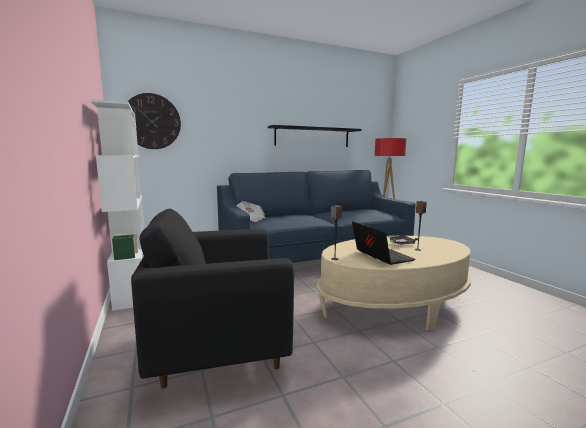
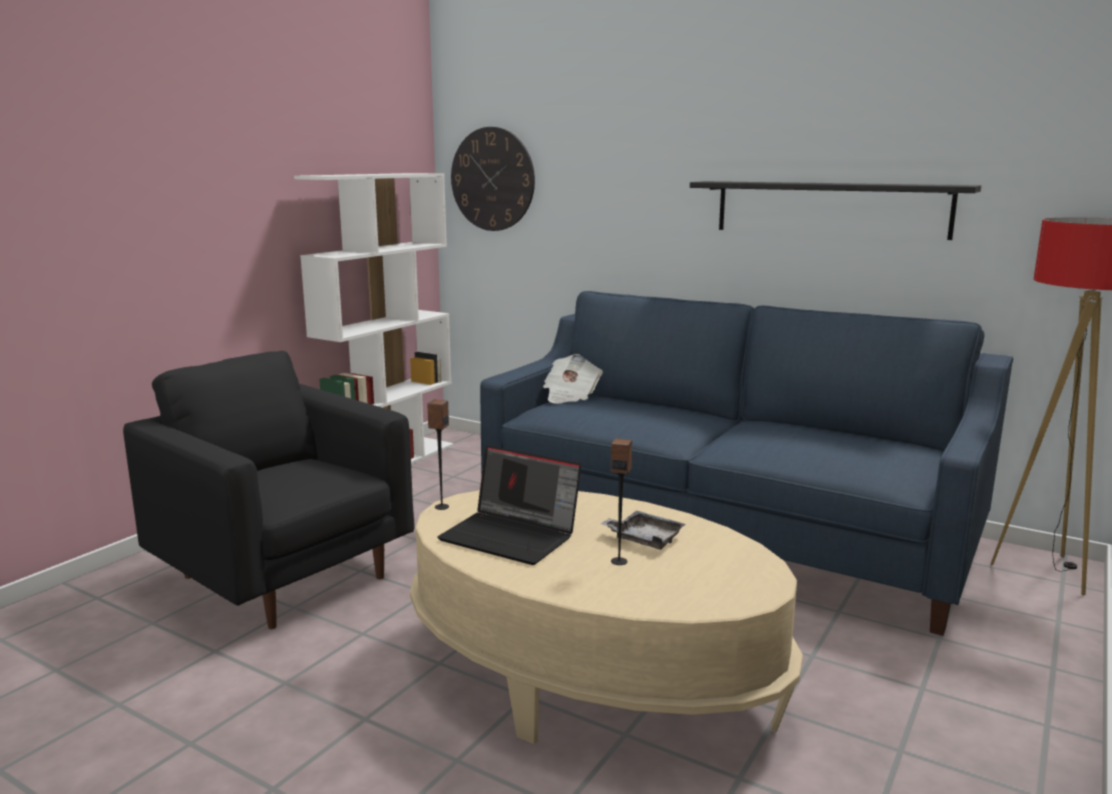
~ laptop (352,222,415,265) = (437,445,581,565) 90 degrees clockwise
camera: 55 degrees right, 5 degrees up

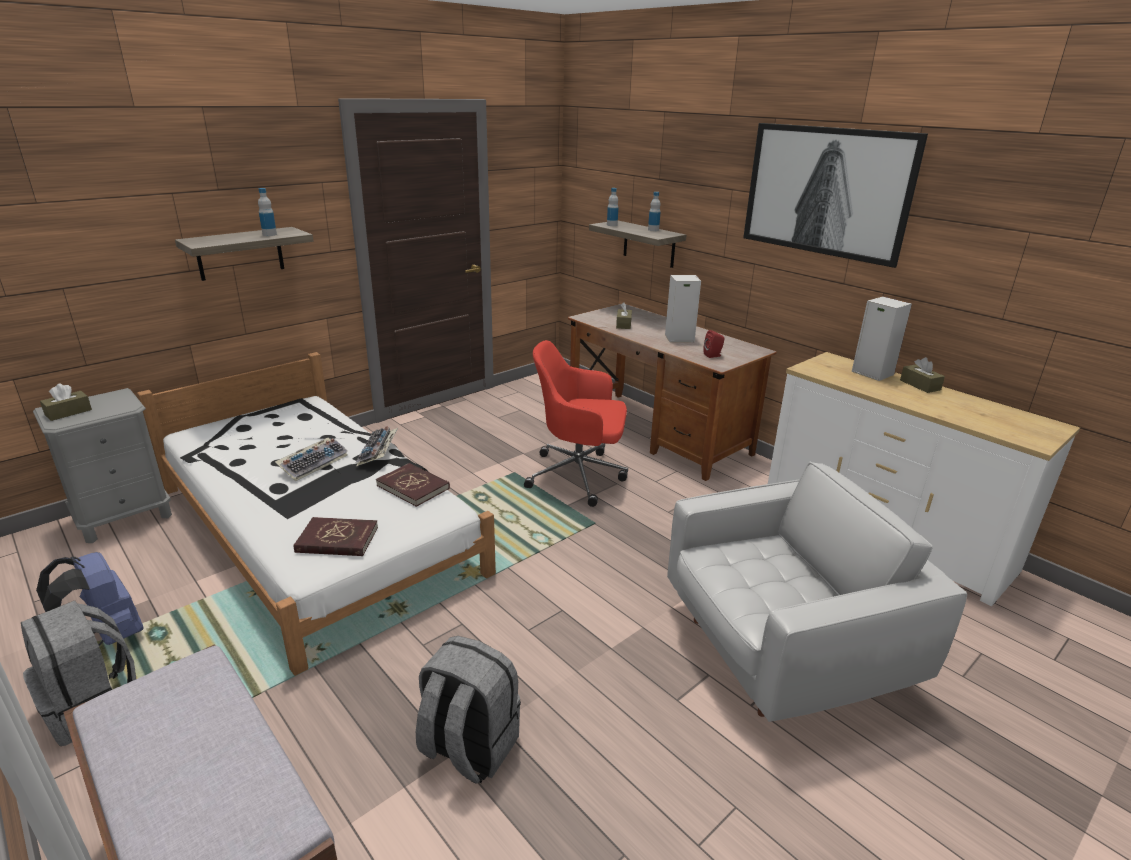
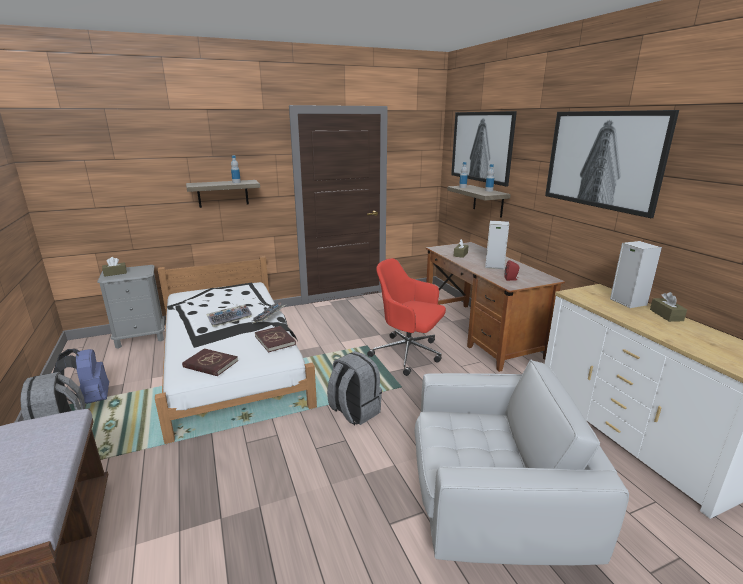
+ wall picture (451,111,517,187)
~ rucksack in greyish (416,636,521,784) to (327,351,382,426)
camera: 20 degrees right, 5 degrees down

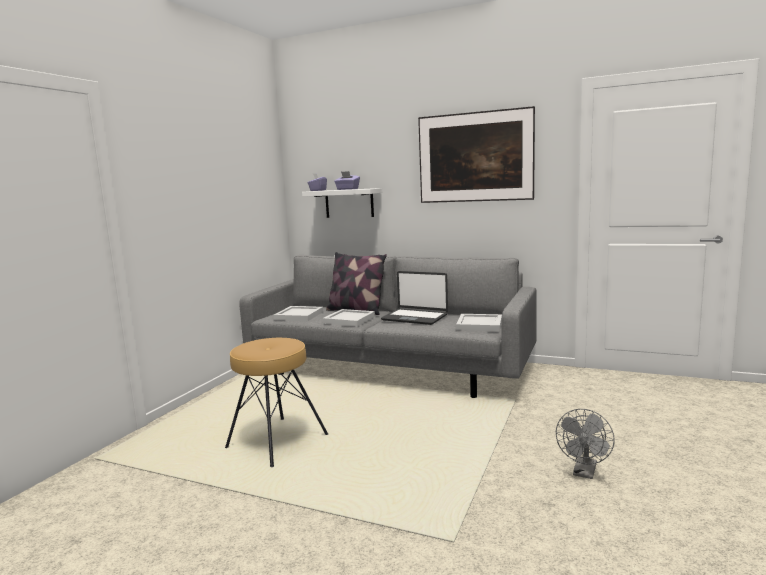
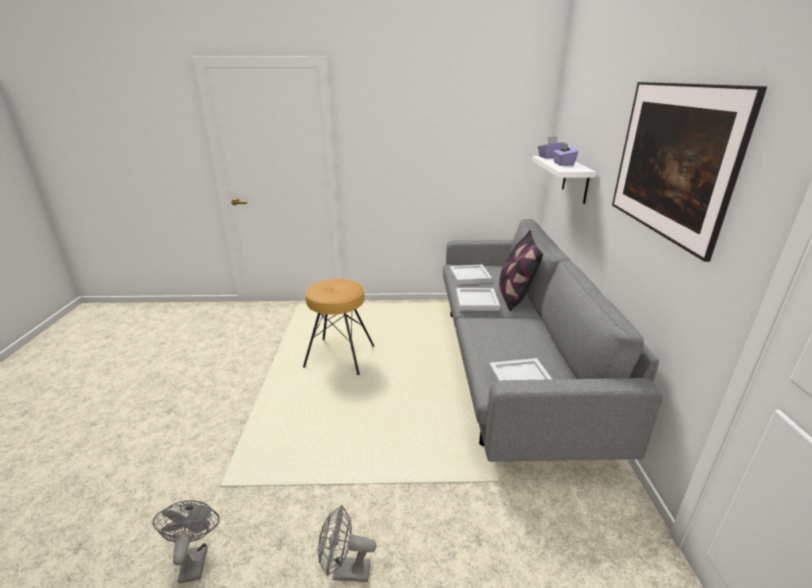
- laptop (381,271,448,325)
+ cooling fan in greyish (153,500,220,584)
camera: 65 degrees right, 15 degrees up

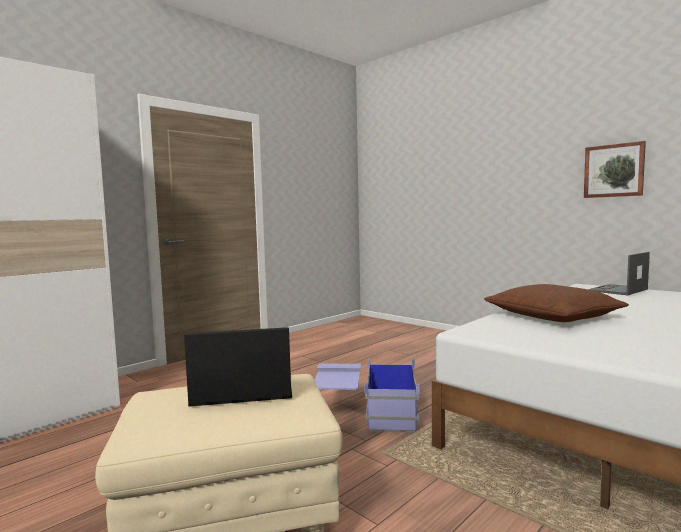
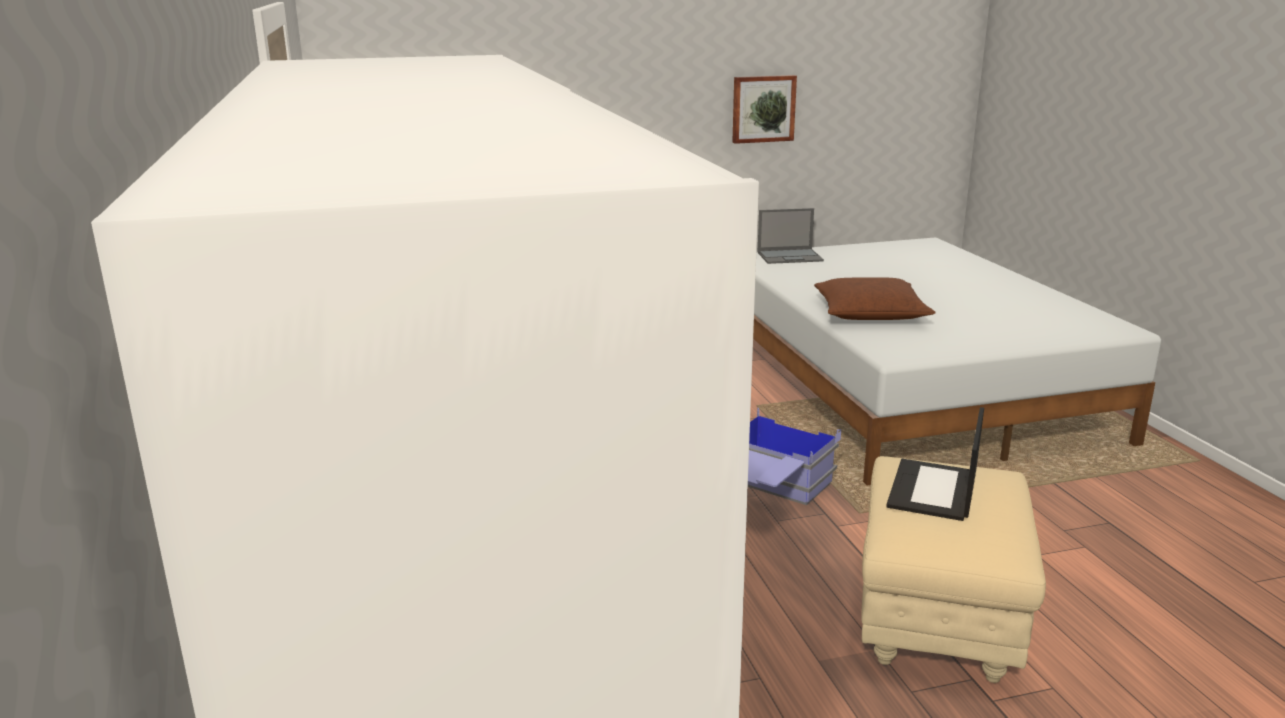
~ laptop (588,252,650,295) = (757,208,824,264) 90 degrees counterclockwise
camera: 60 degrees left, 15 degrees up

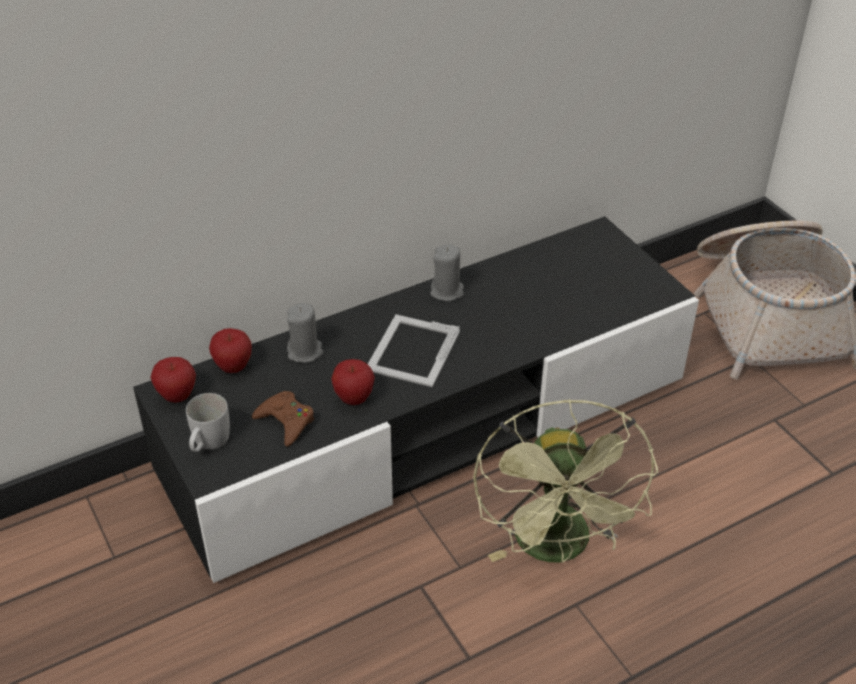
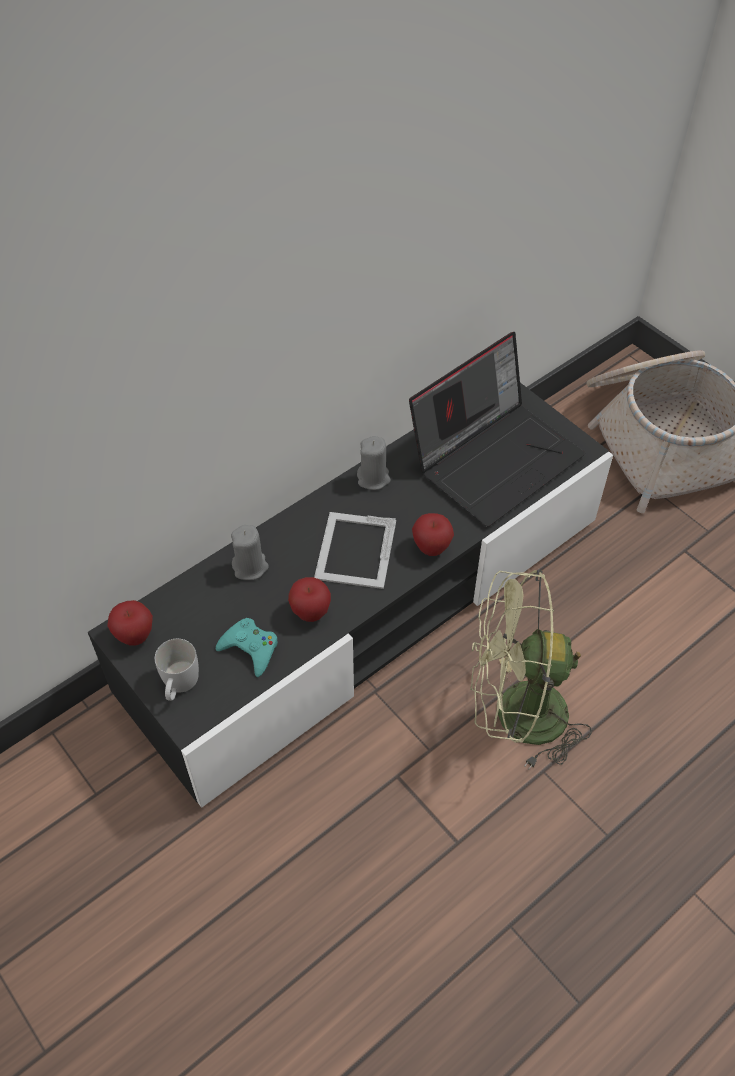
+ laptop (409,332,585,527)
~ whole apple (209,328,252,373) to (412,513,454,556)
~ joypad in brown-coloured (252,391,314,447) to joypad in turquoise-coloured (216,618,278,677)
~ cooling fan in green (473,399,658,563) = (470,570,592,770) 105 degrees clockwise
camera: 10 degrees left, 10 degrees up

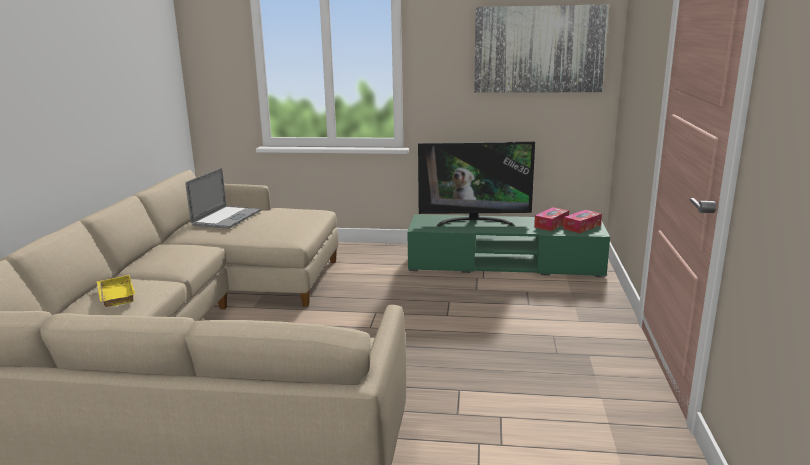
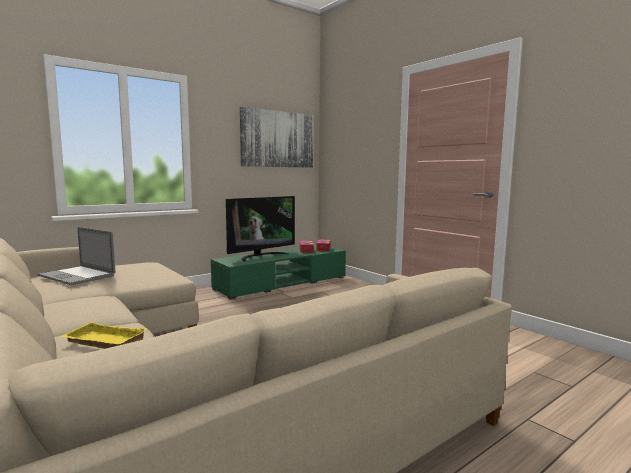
~ laptop (186,168,261,229) = (37,227,115,285) 150 degrees clockwise
camera: 45 degrees left, 10 degrees down

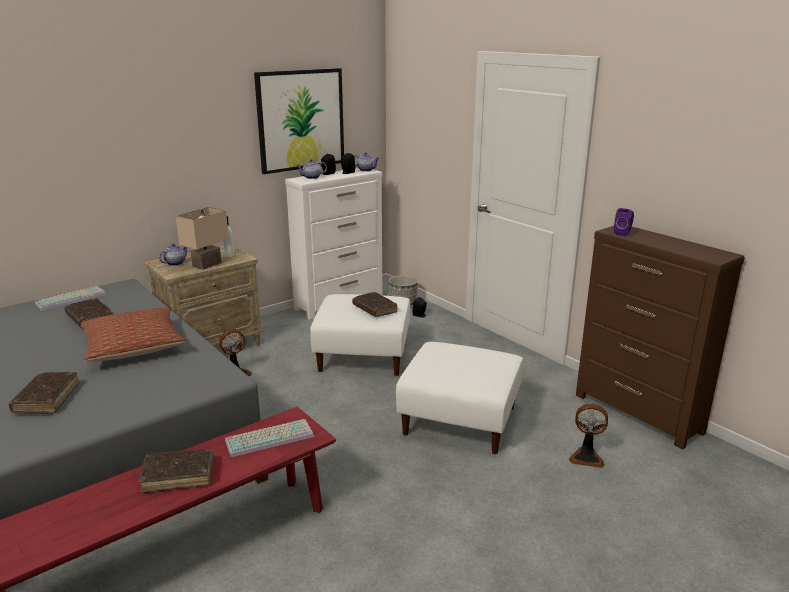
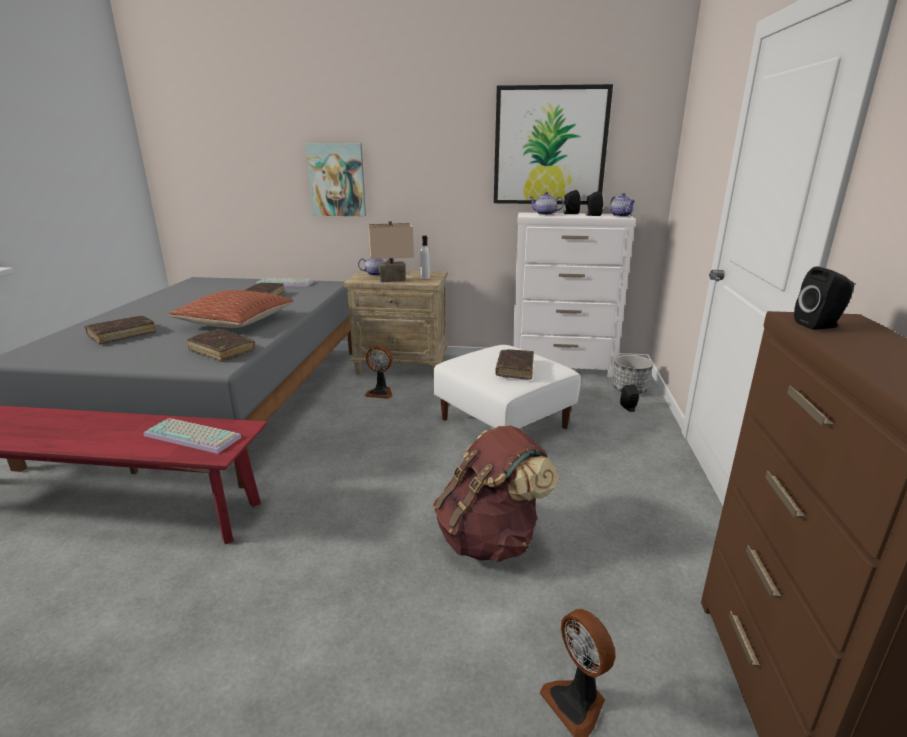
+ wall picture (305,143,366,216)
~ volume in brown-coloured (139,449,213,493) to (187,329,255,362)
~ ottoman in whitish (396,342,523,454) to rucksack in brown-coloured (433,425,559,562)
~ speaker in purple (614,208,634,236) to speaker in black (794,266,854,330)
camera: 45 degrees right, 0 degrees up

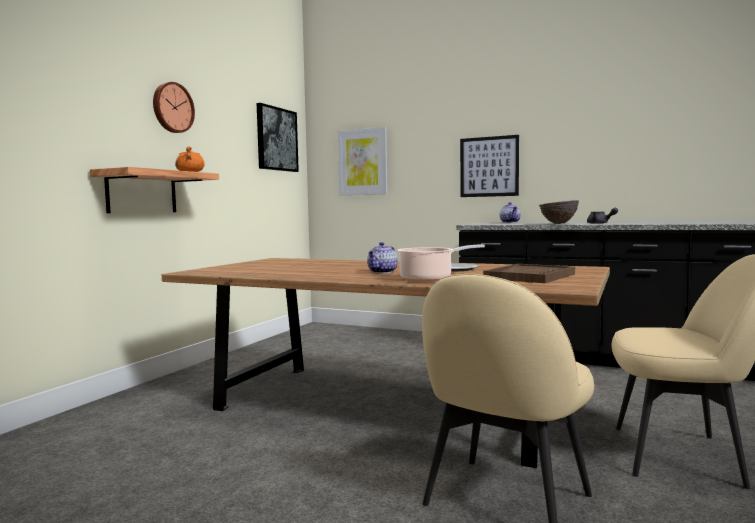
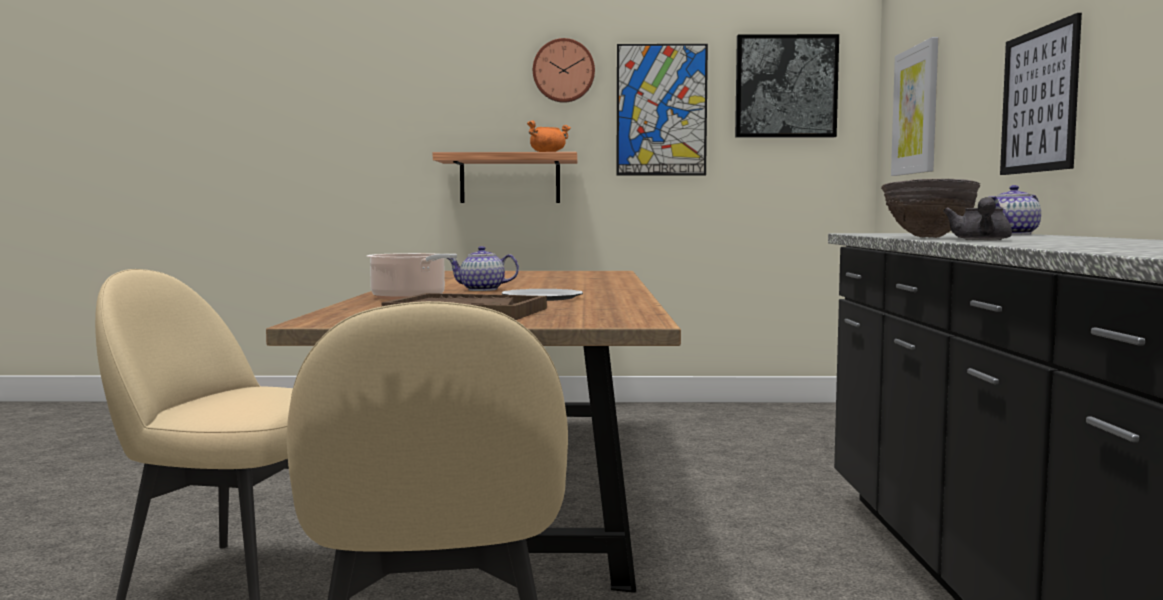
+ wall picture (616,44,708,176)
camera: 65 degrees right, 0 degrees up

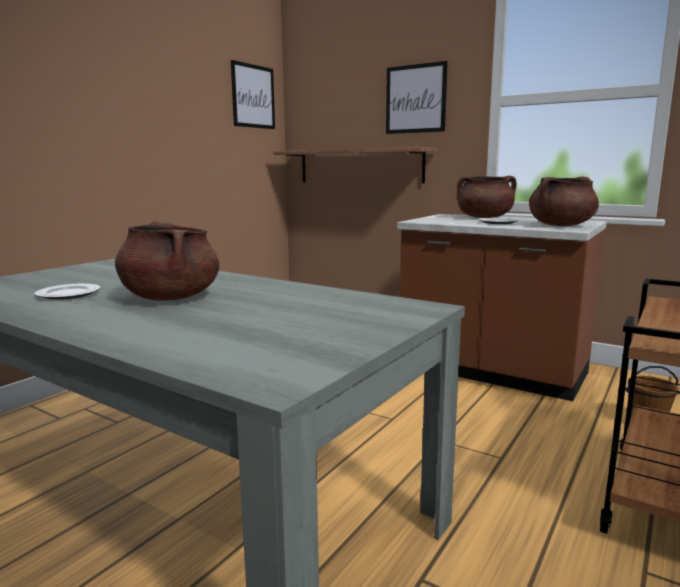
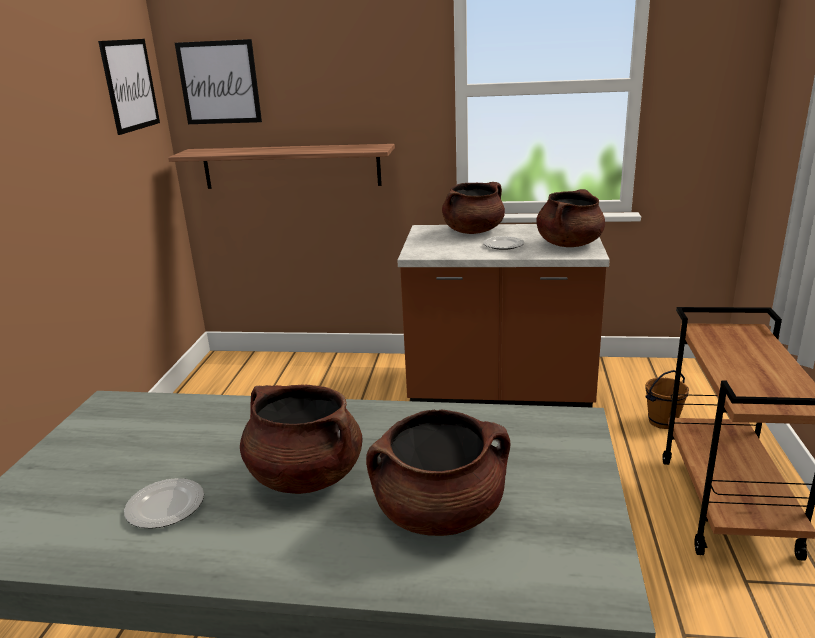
+ saucepot in brown-coloured (366,409,510,536)
~ wall picture (386,61,448,134) to (175,39,262,124)
camera: 25 degrees left, 10 degrees up

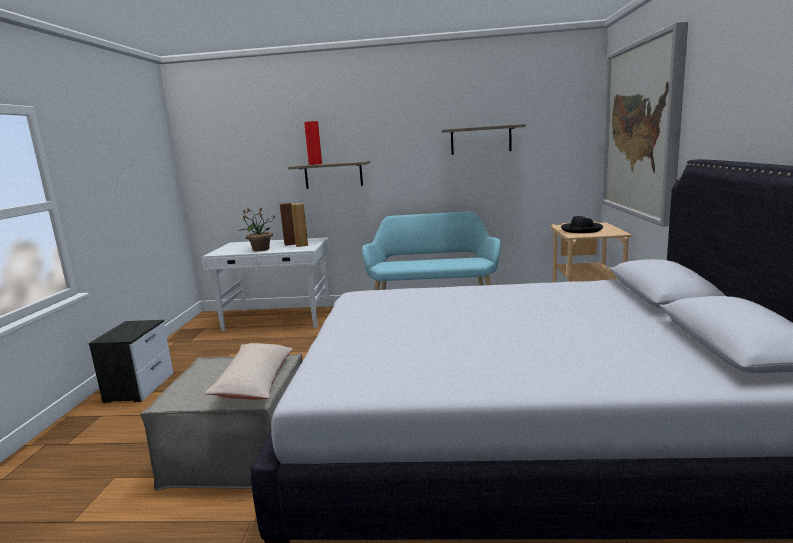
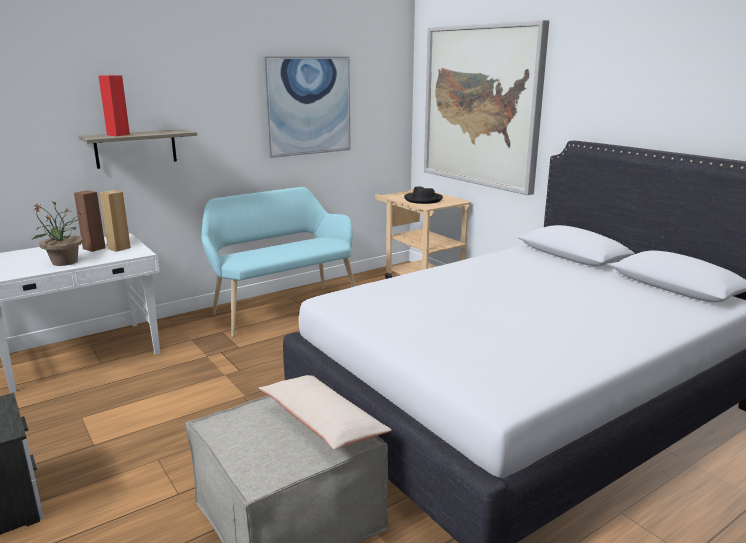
~ shelf (441,124,526,155) to wall picture (263,56,351,158)
camera: 40 degrees left, 5 degrees up

